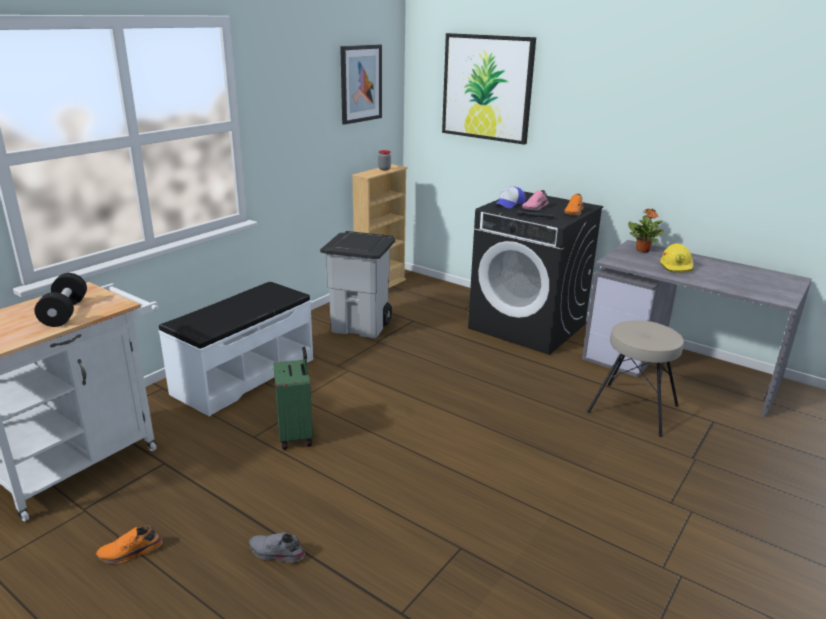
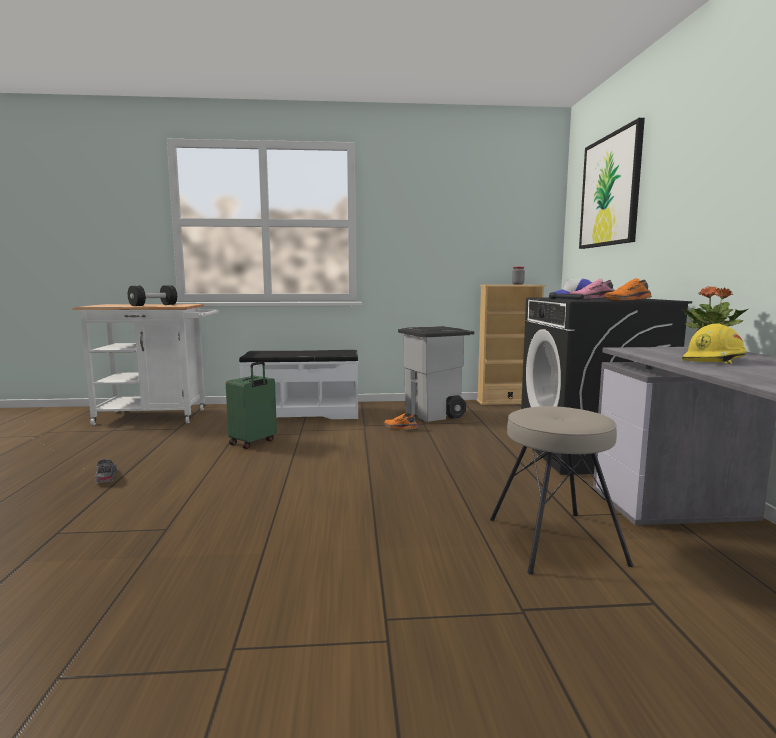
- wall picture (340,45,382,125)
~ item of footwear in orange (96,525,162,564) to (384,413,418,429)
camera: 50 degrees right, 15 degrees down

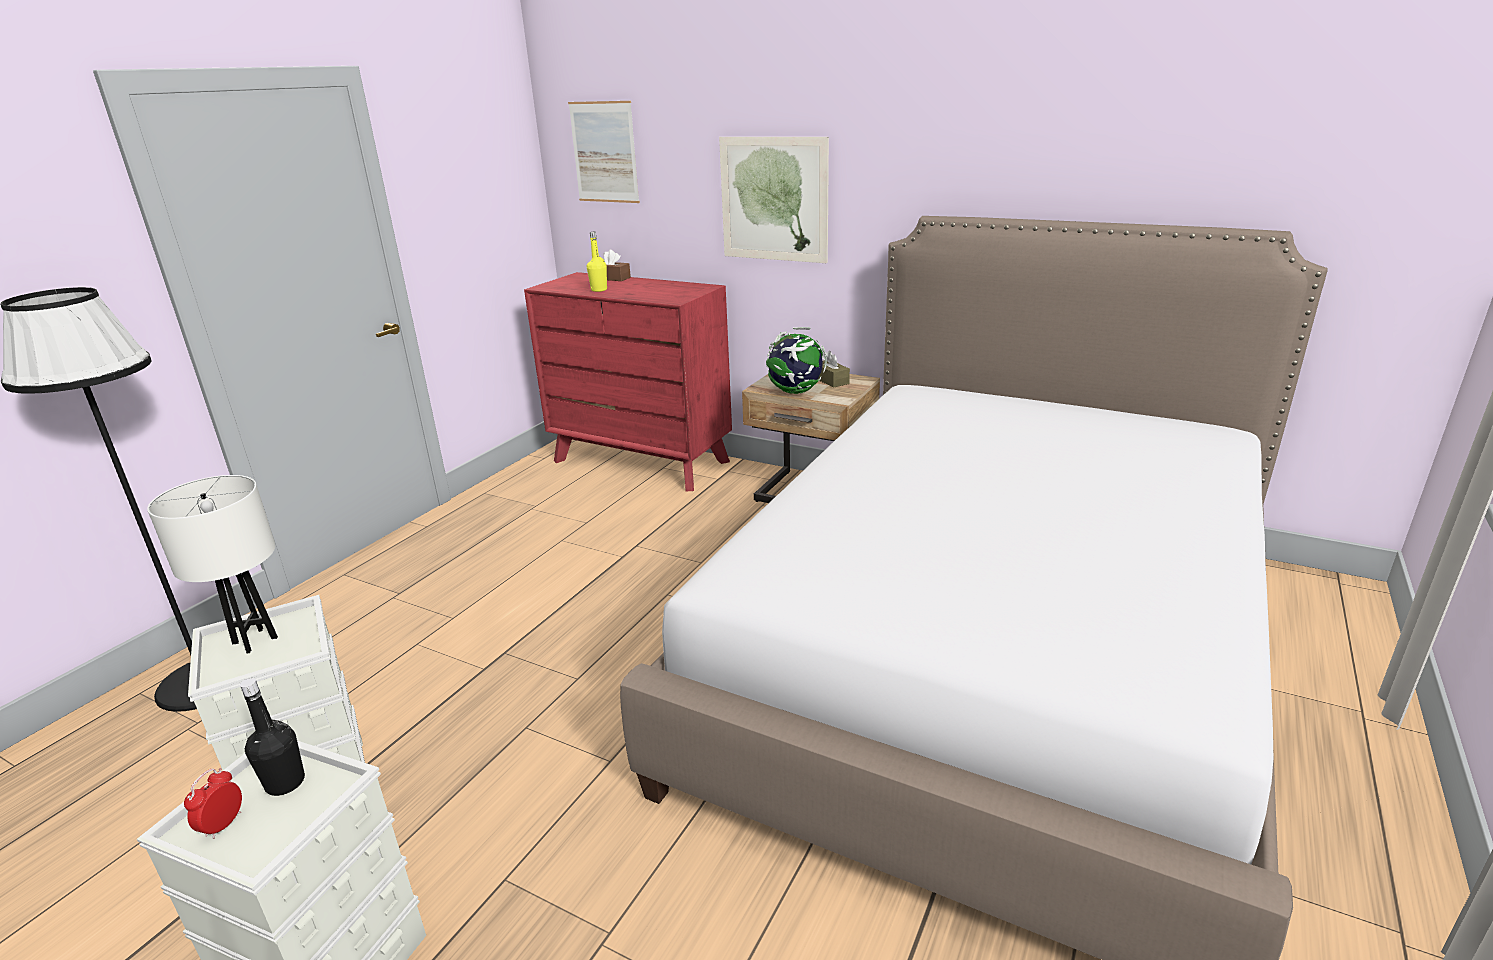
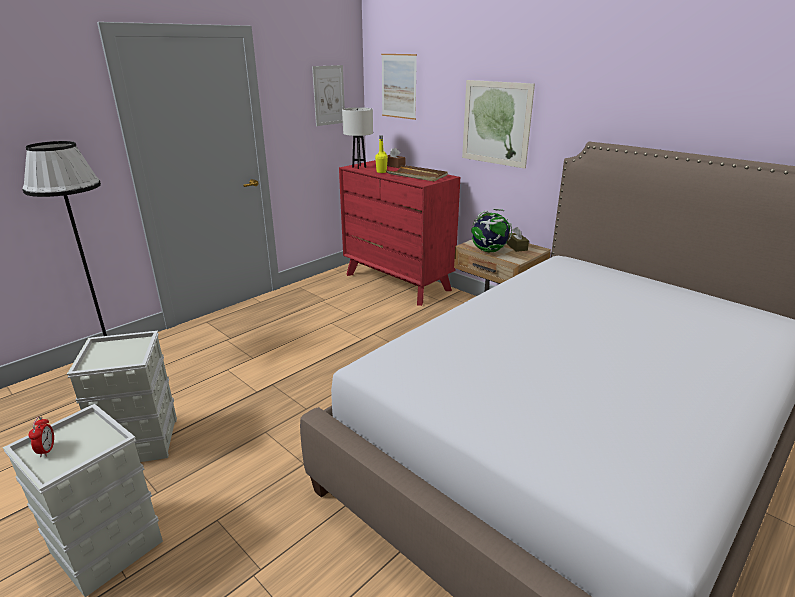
- bottle in black (240,678,305,796)
+ wall picture (312,65,345,126)
+ serving tray in brown-coloured (386,165,448,181)
~ table lamp in whitish (147,475,278,654) to (342,107,373,169)
~ table clock (184,768,242,839) = (29,417,54,457) 135 degrees clockwise
camera: 15 degrees right, 0 degrees up

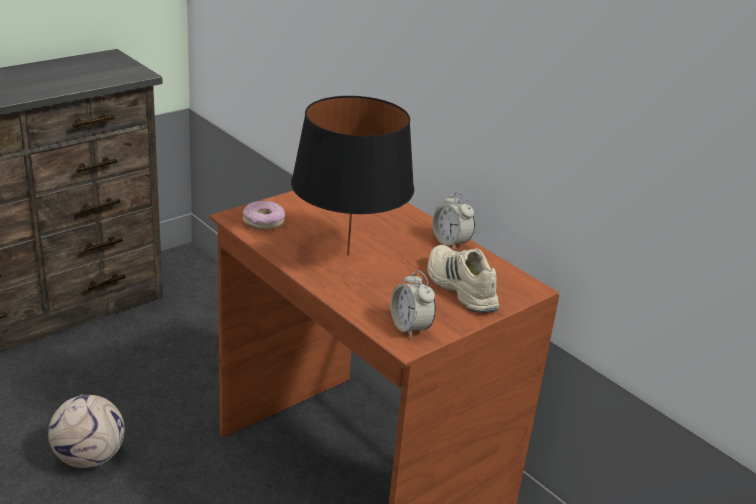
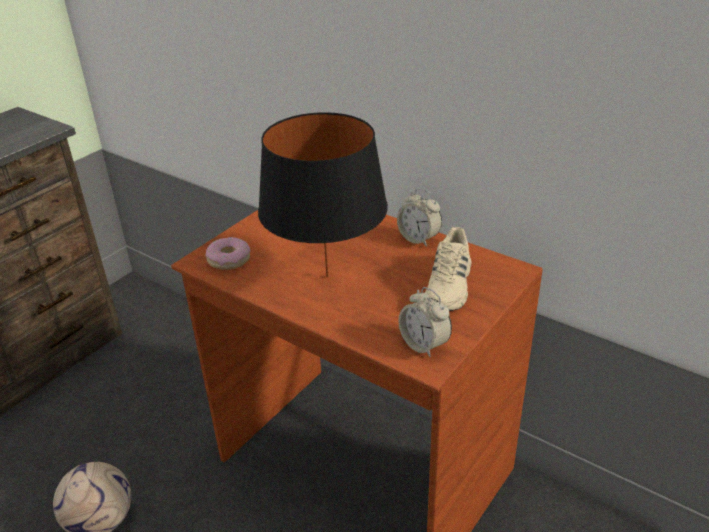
~ item of footwear in sand-coloured (427,245,499,313) = (425,227,472,311) 120 degrees counterclockwise
camera: 10 degrees left, 5 degrees up

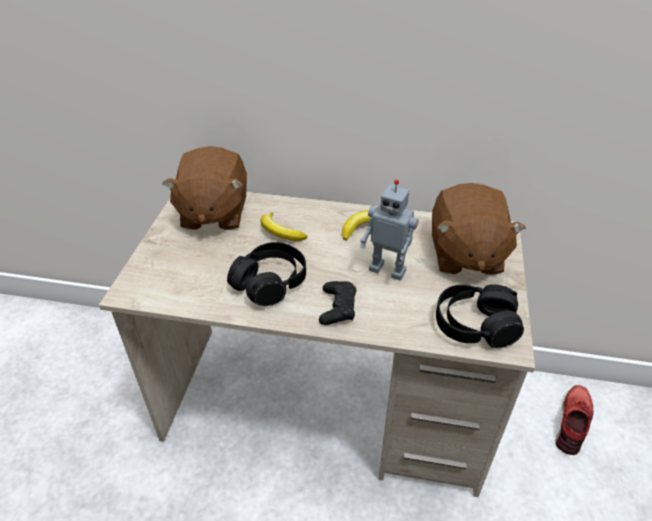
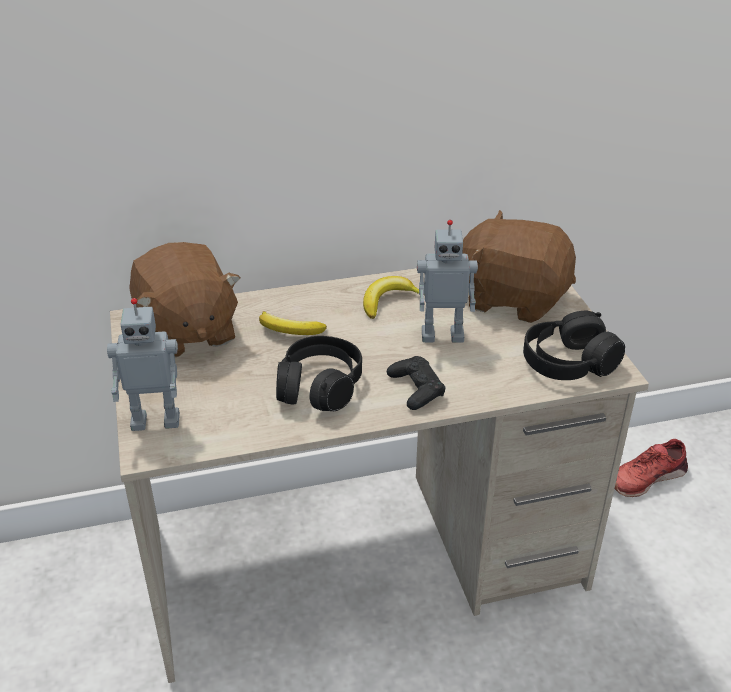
+ toy robot (107,298,180,431)
~ plush toy in brown-coloured (432,183,526,275) = (462,210,576,323) 135 degrees clockwise
~ item of footwear in reddish (555,385,594,455) = (614,439,688,497) 120 degrees counterclockwise
camera: 25 degrees left, 5 degrees down

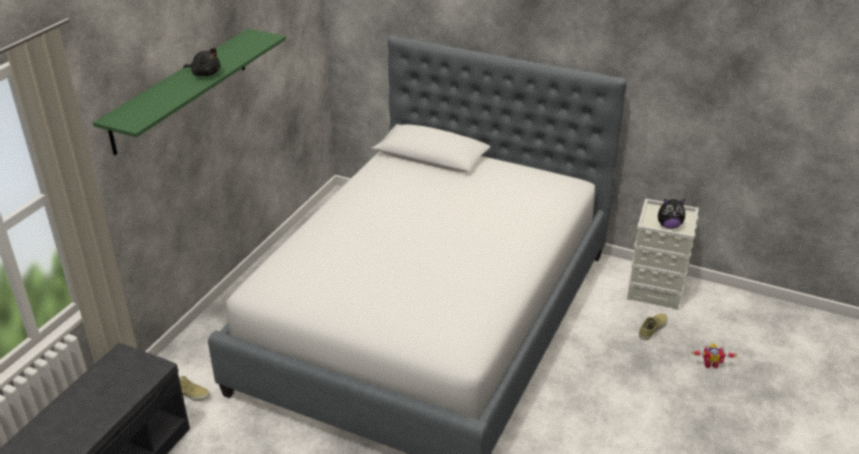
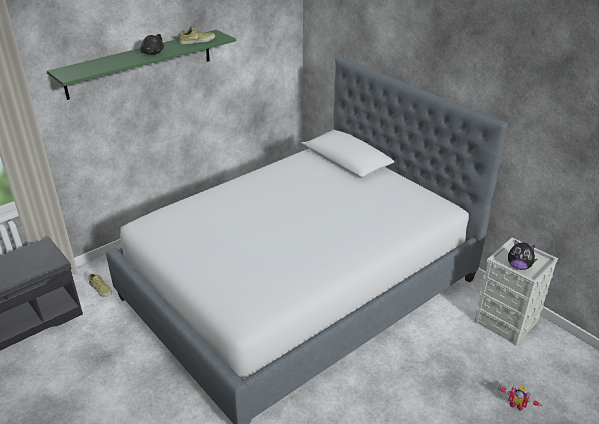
~ item of footwear in sand-coloured (639,313,668,340) to (179,26,215,45)
camera: 25 degrees right, 0 degrees up

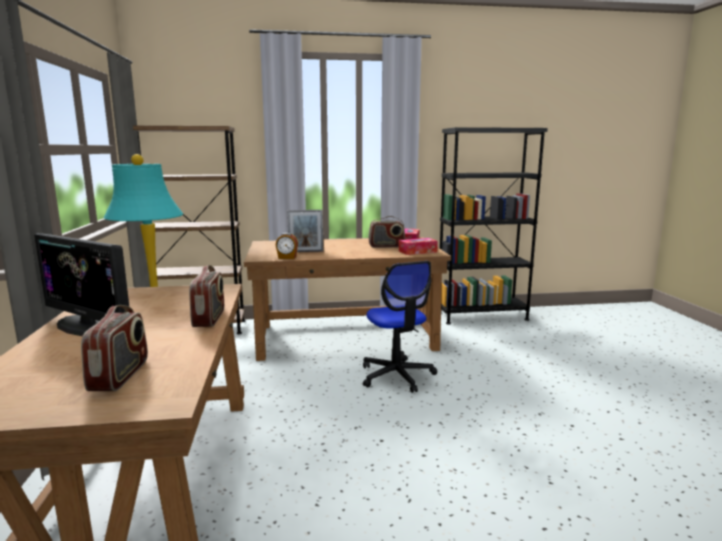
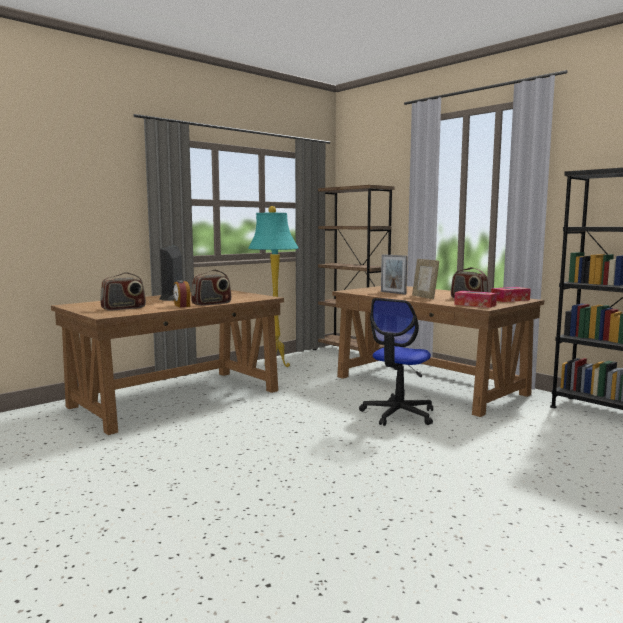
+ photo frame (412,259,439,299)
~ table clock (276,233,298,259) to (173,280,190,307)
camera: 55 degrees right, 5 degrees down

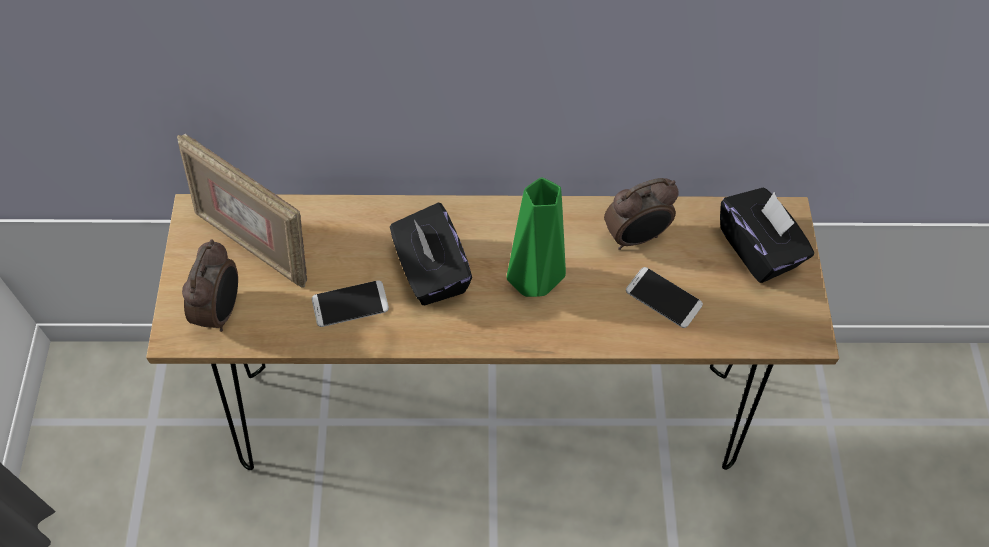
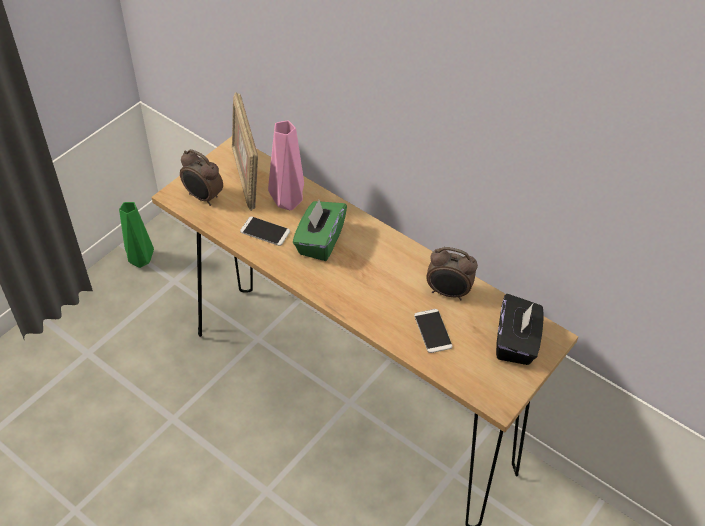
+ vase in pink (268,121,304,210)
~ vase in green (506,177,566,297) to (119,202,154,268)
~ tissue box in black (390,203,472,305) to tissue box in green (293,200,347,261)
~ table clock (182,239,238,332) = (180,149,223,206) 75 degrees clockwise
camera: 40 degrees right, 10 degrees down

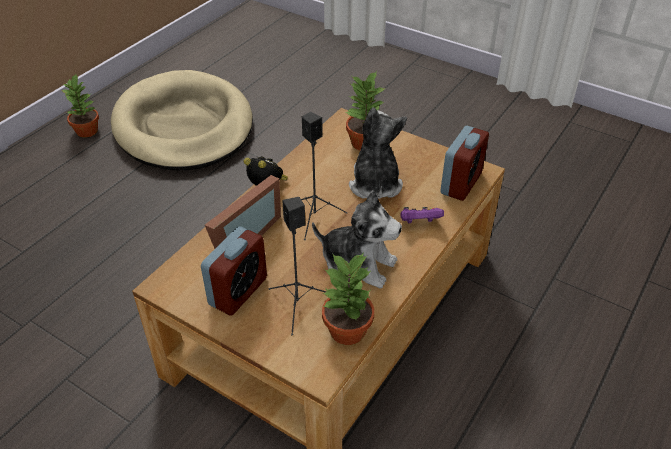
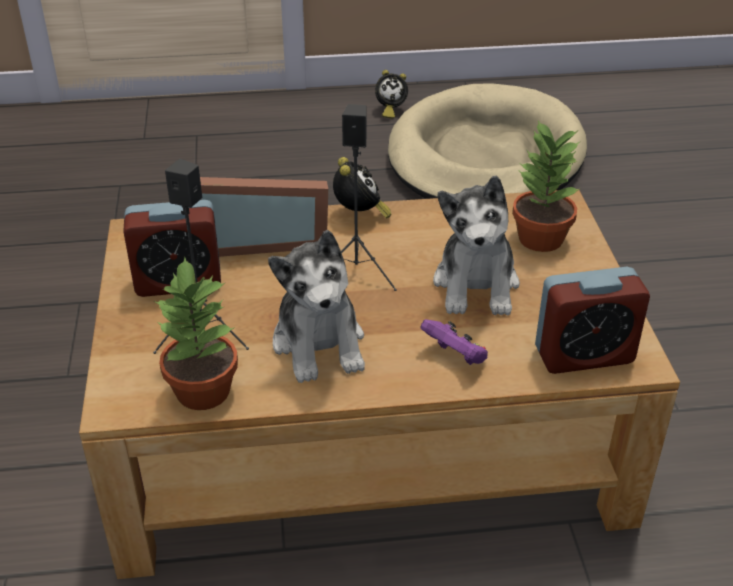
~ potted plant (61,75,99,137) to table clock (375,70,408,119)
~ plush toy (349,108,407,199) = (433,175,520,316) 135 degrees clockwise
camera: 50 degrees right, 5 degrees down

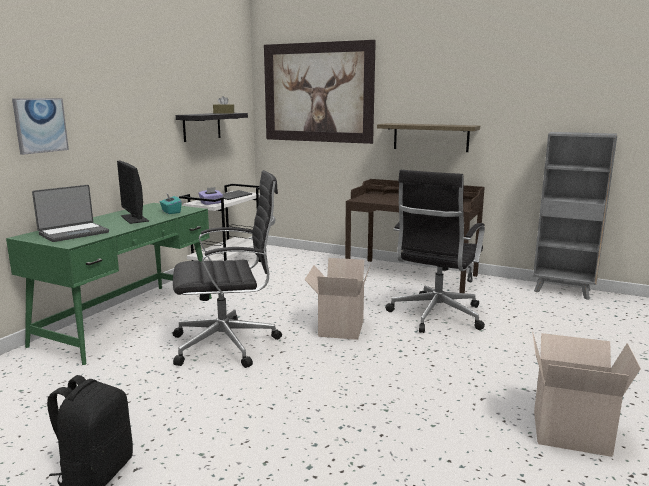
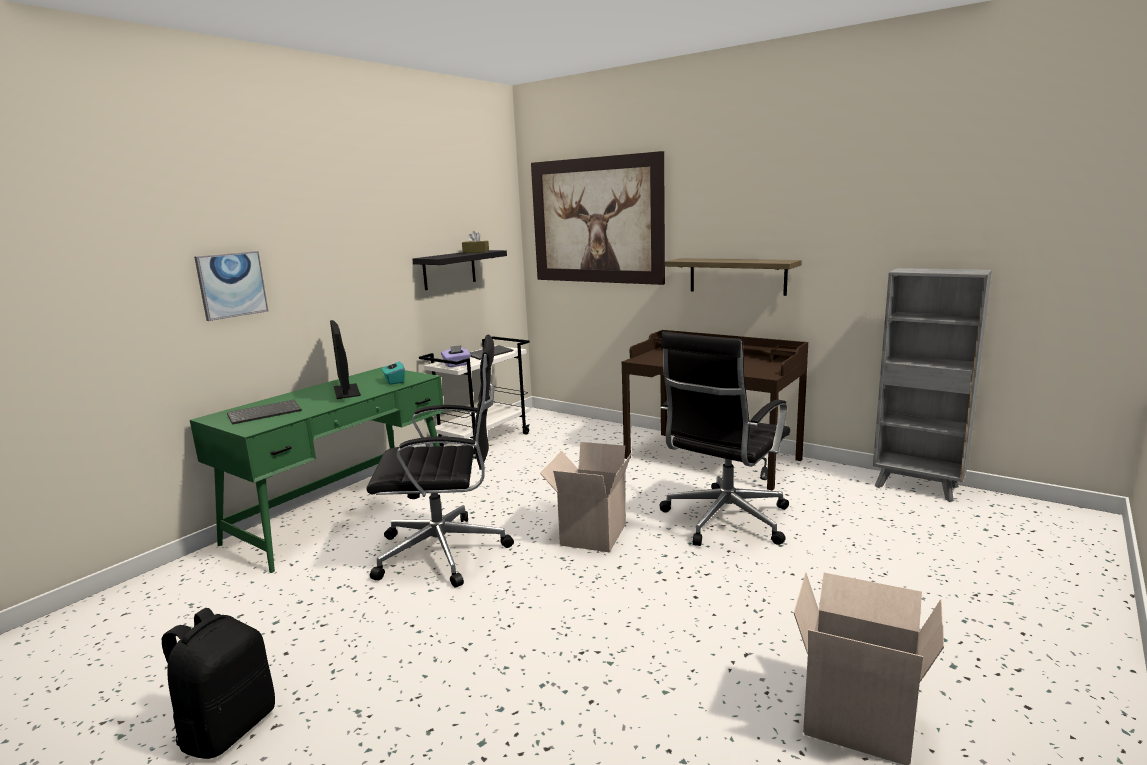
~ laptop (32,185,109,242) to keyboard (227,400,302,425)
camera: 10 degrees right, 0 degrees up

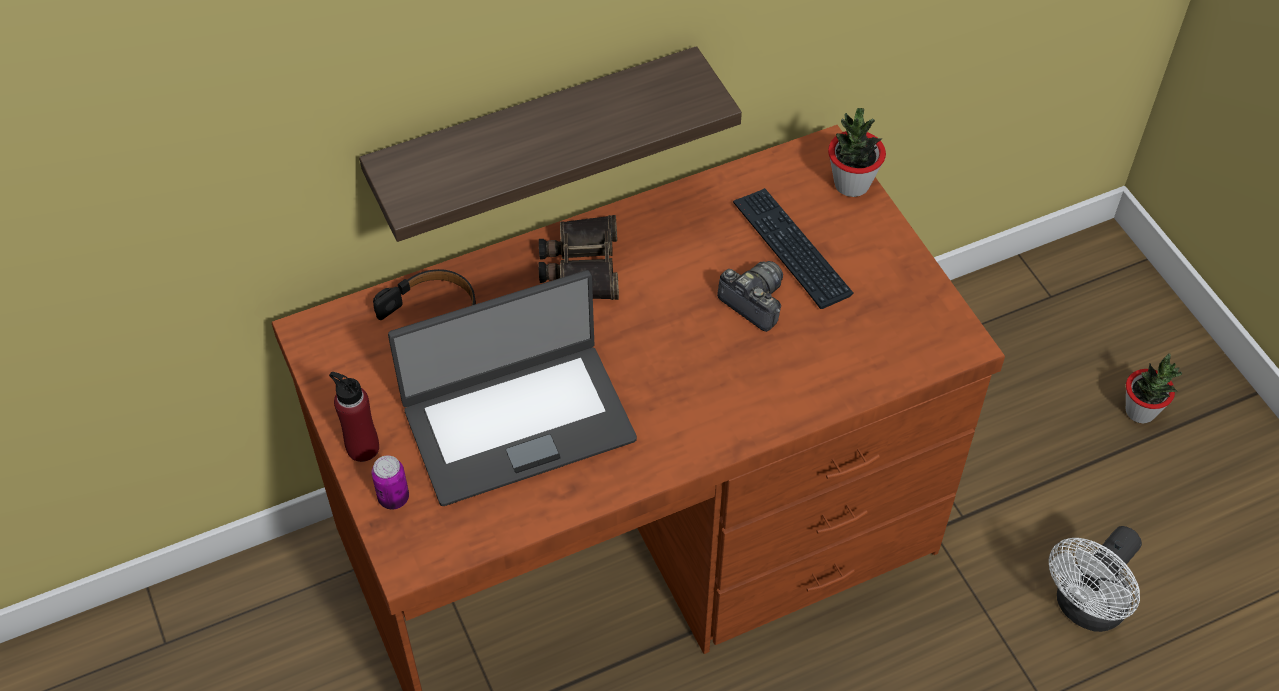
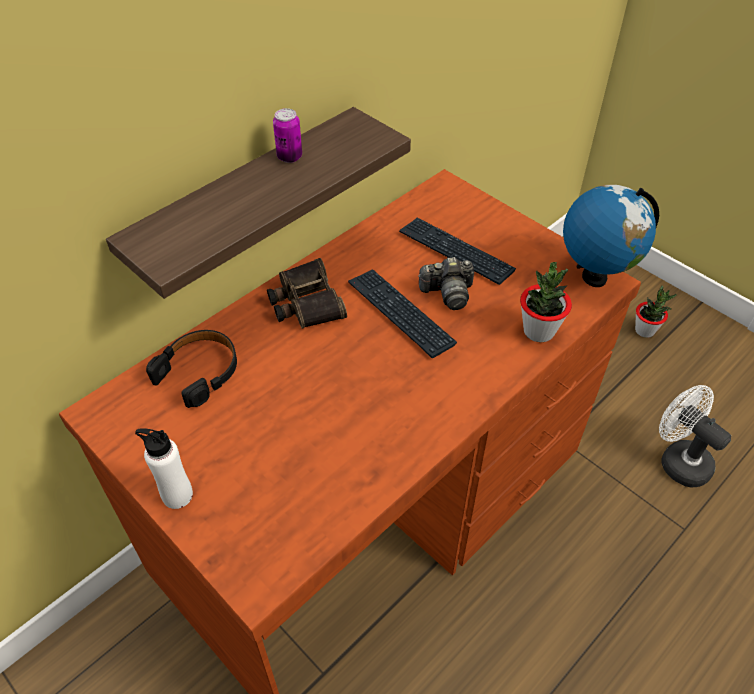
- laptop (388,270,637,506)
+ keyboard (348,269,457,358)
+ desk globe (563,185,659,287)
~ can (371,455,409,510) to (273,108,302,163)
~ potted plant (828,108,886,197) to (520,262,572,342)
~ bottle in reddish (329,372,379,462) to bottle in whitish (135,428,193,509)
~ photo camera (717,261,783,332) = (418,257,474,310) 150 degrees clockwise
~ cooling fan in whitish (1049,526,1142,632) = (659,385,731,487) 120 degrees clockwise
camera: 20 degrees left, 5 degrees down

